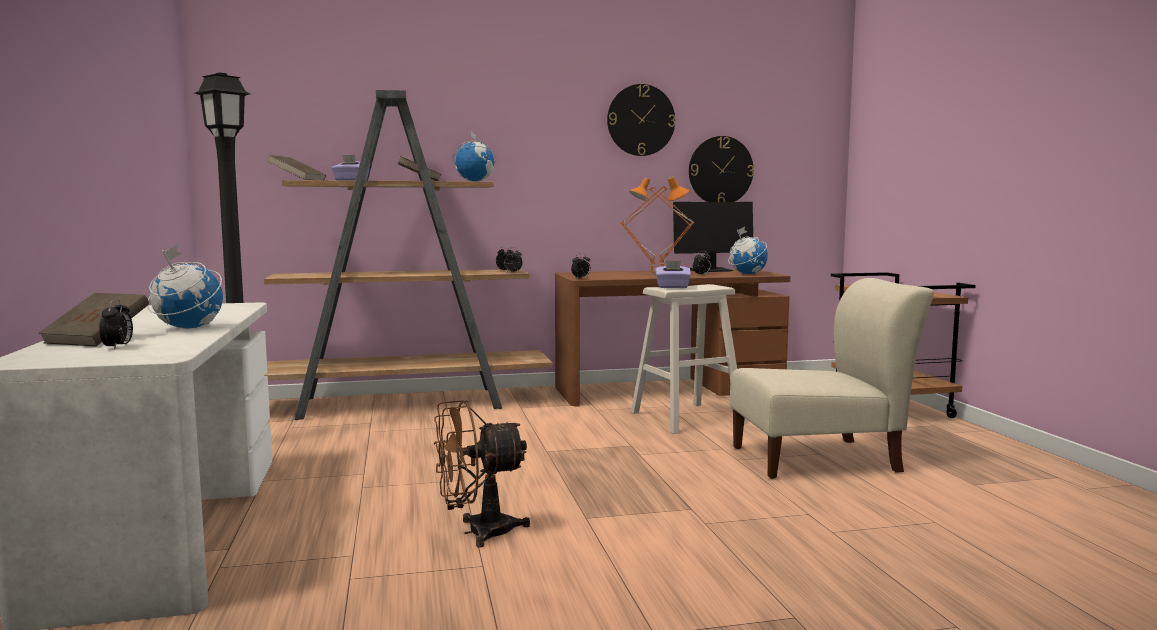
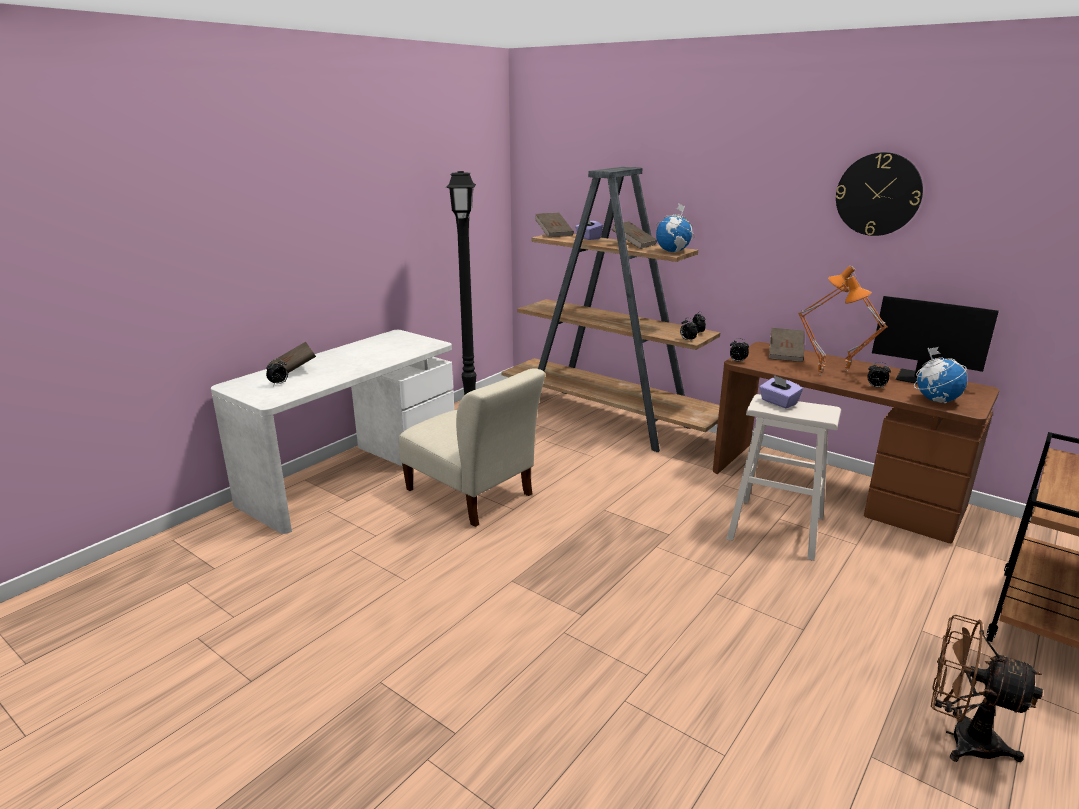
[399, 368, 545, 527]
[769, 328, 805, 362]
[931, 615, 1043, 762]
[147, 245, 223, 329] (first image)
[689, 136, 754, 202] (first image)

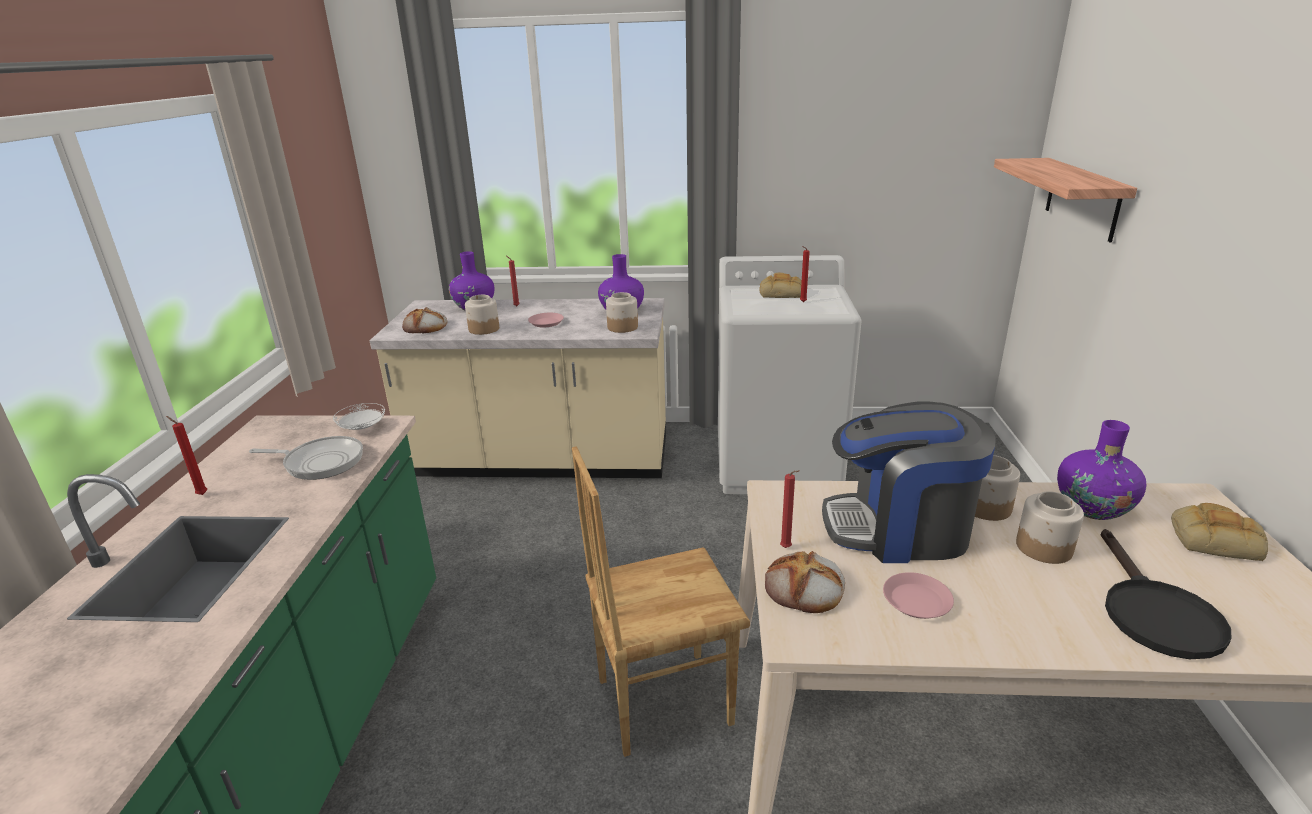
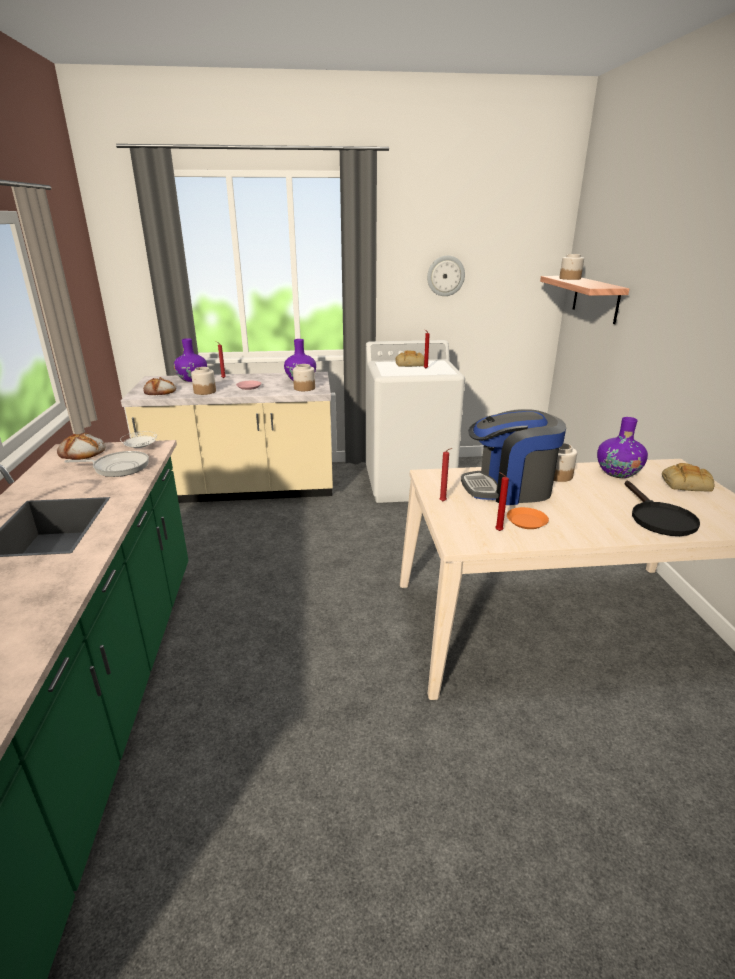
[57, 433, 106, 460]
[427, 256, 465, 296]
[495, 472, 509, 531]
[507, 507, 549, 529]
[559, 254, 584, 280]
[572, 446, 750, 757] (first image)

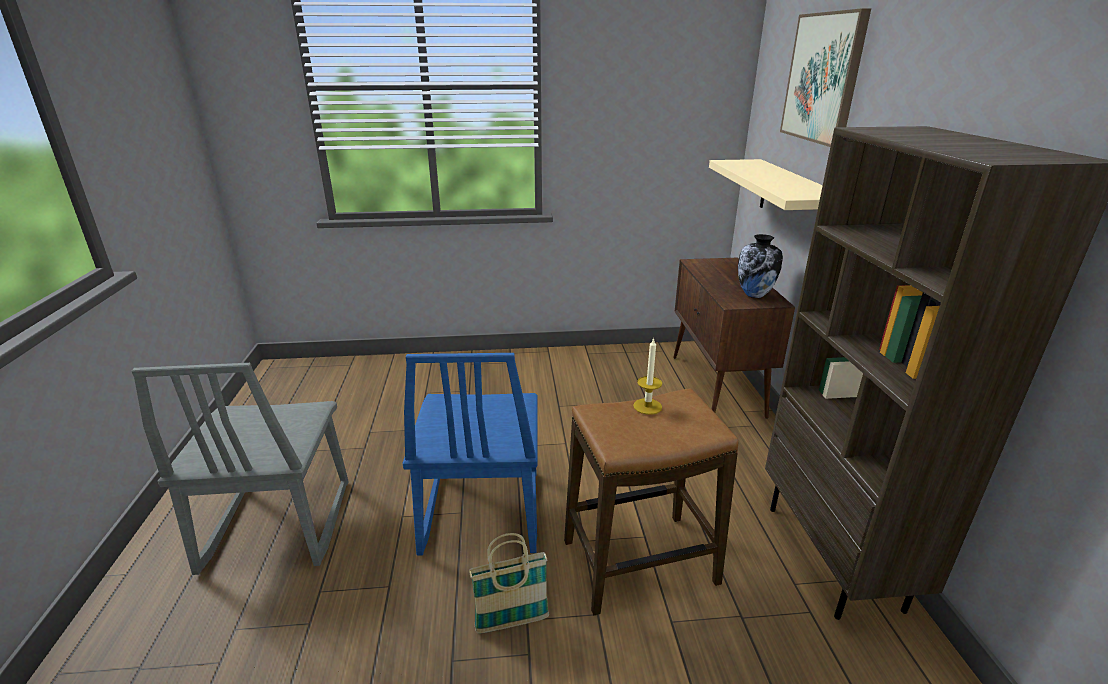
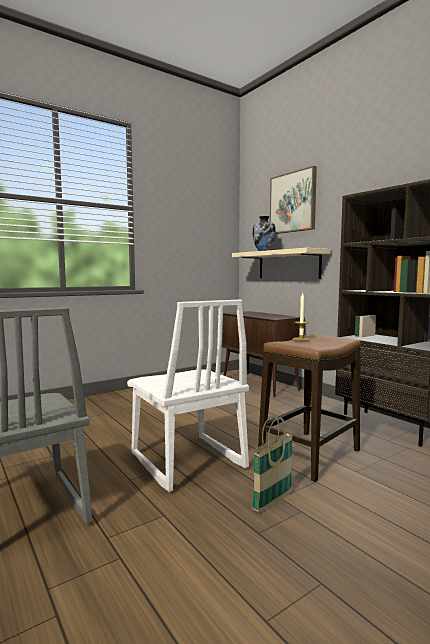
[127, 300, 249, 492]
[253, 216, 276, 251]

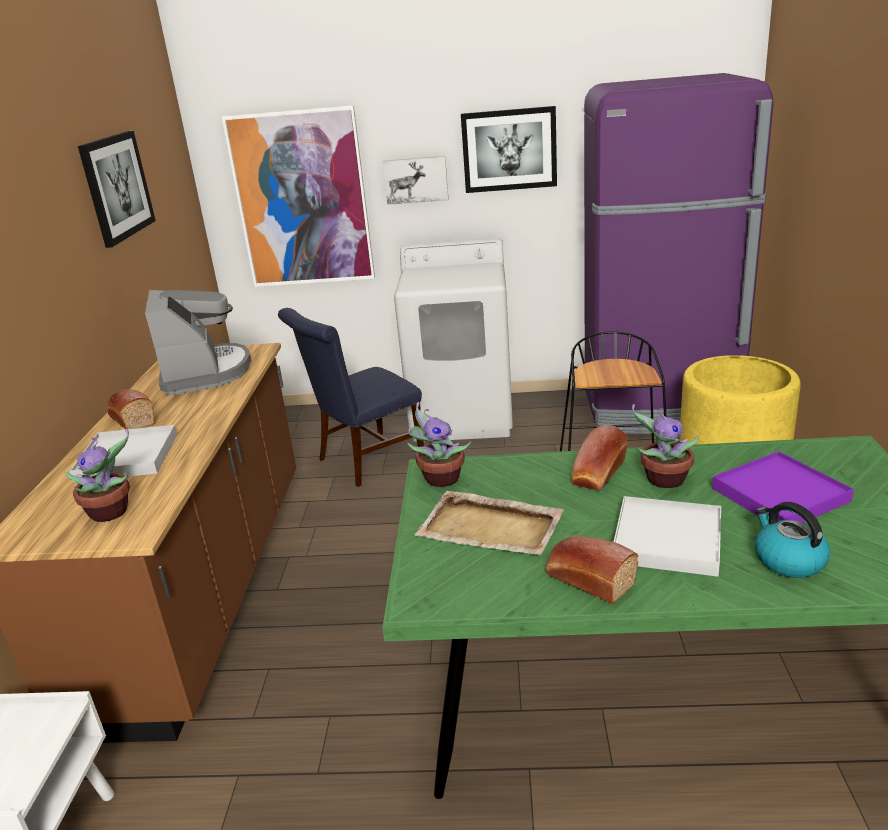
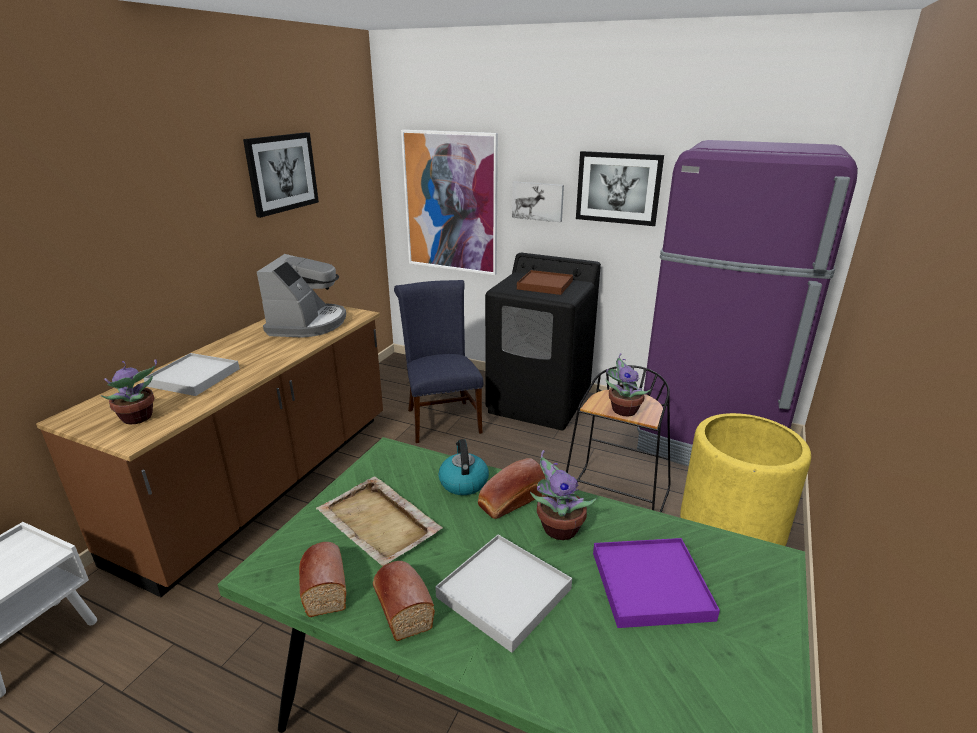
[299, 542, 346, 617]
[394, 280, 483, 443]
[438, 439, 489, 495]
[485, 253, 601, 430]
[517, 270, 573, 295]
[606, 353, 651, 416]

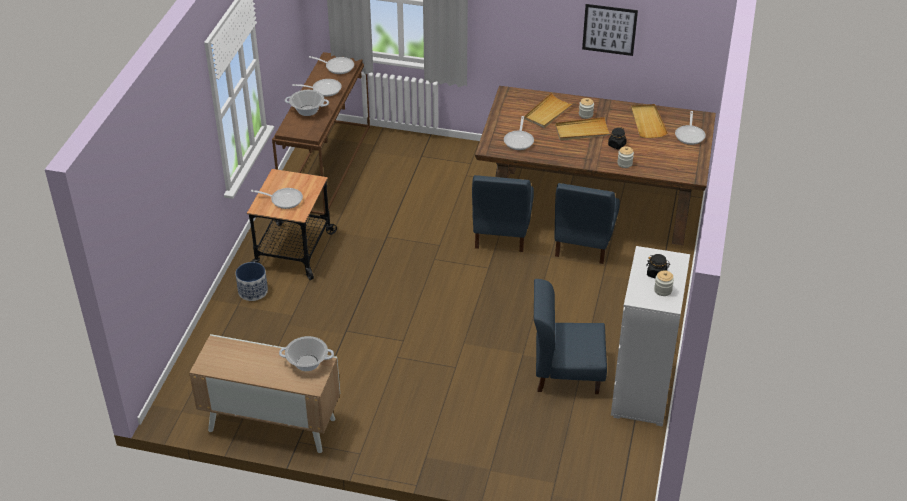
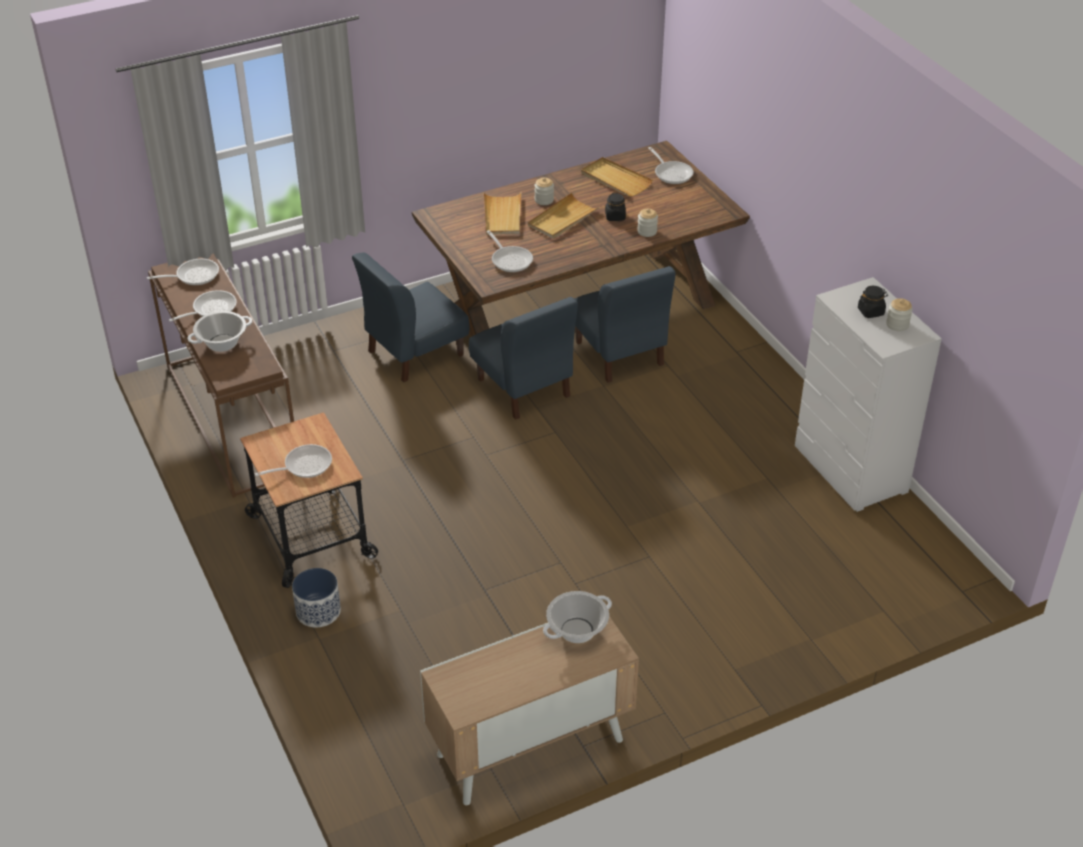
[352, 252, 470, 382]
[582, 4, 638, 56] (first image)

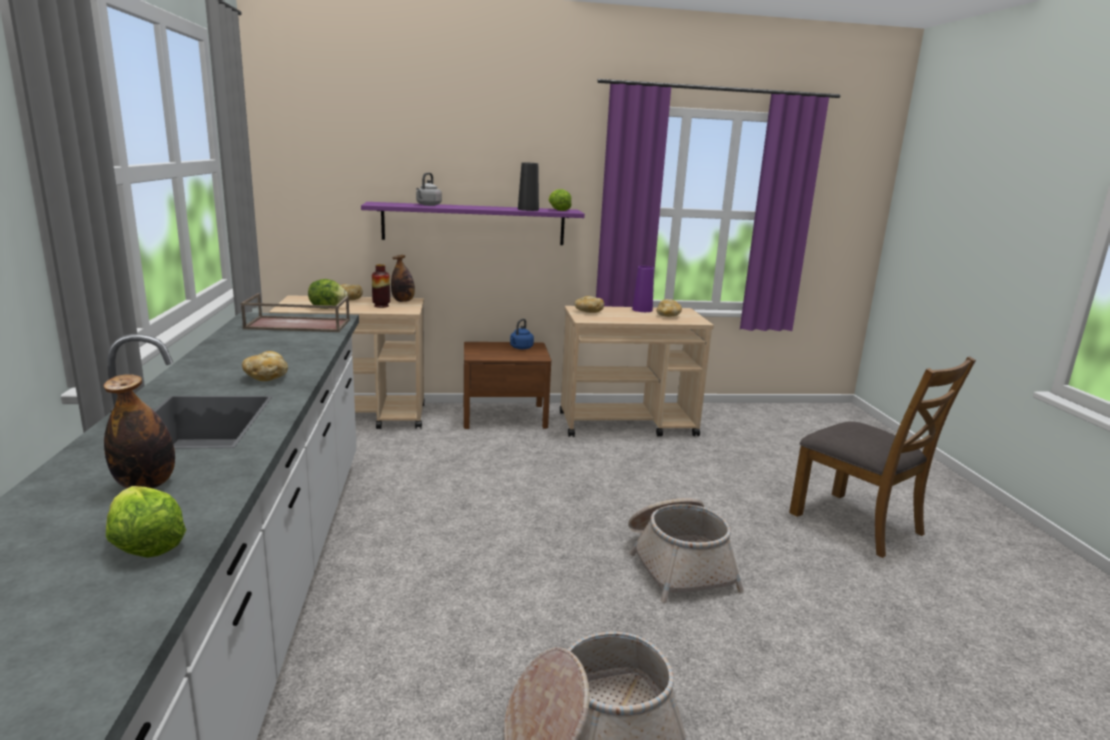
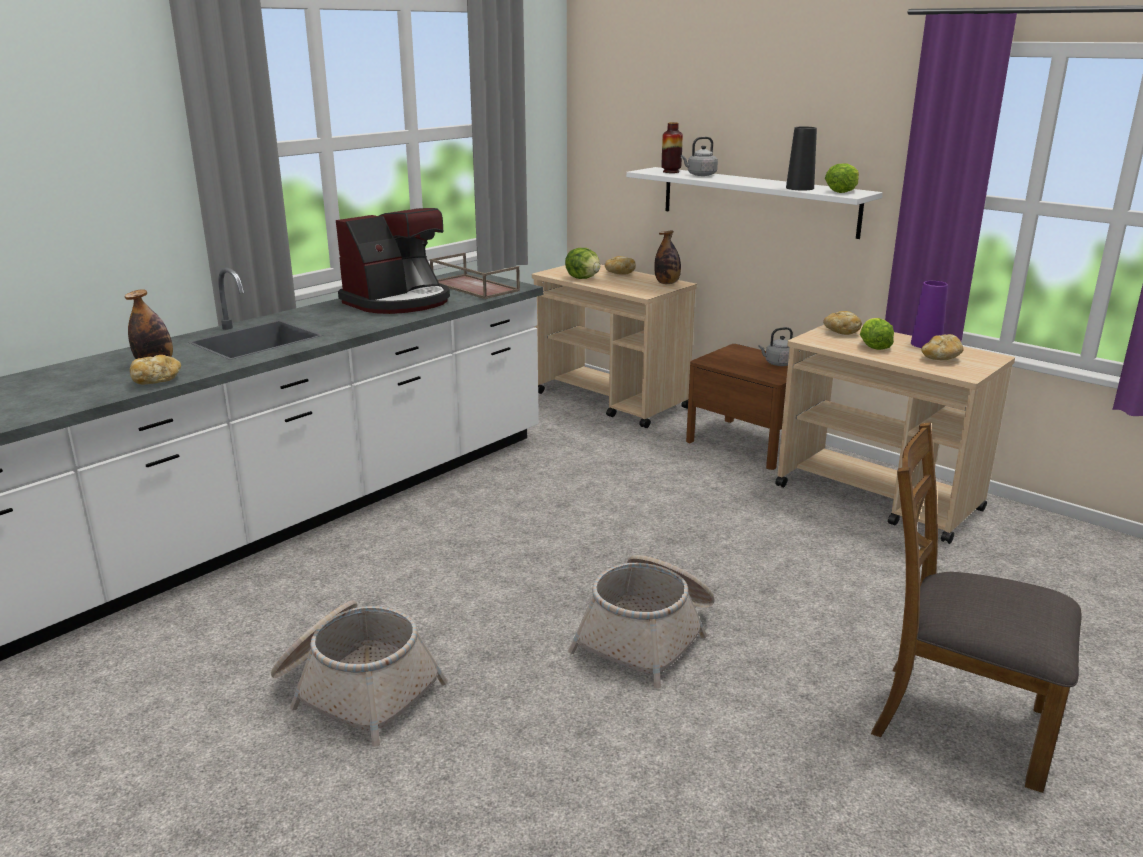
[130, 355, 181, 384]
[336, 208, 450, 314]
[626, 167, 883, 239]
[662, 122, 683, 173]
[758, 327, 793, 366]
[860, 318, 894, 350]
[871, 422, 1082, 793]

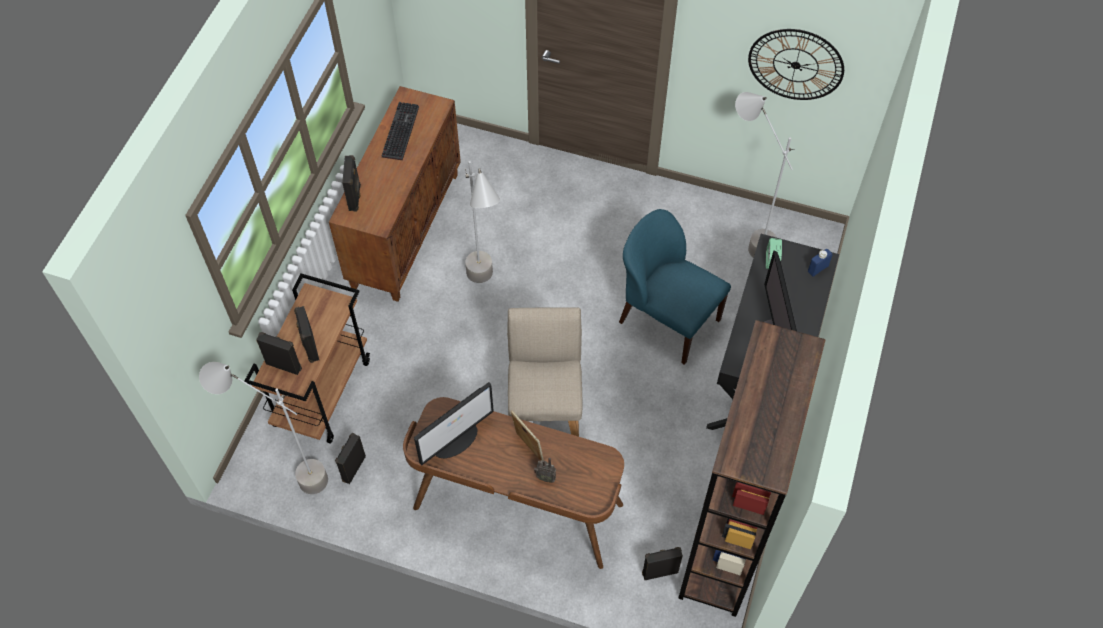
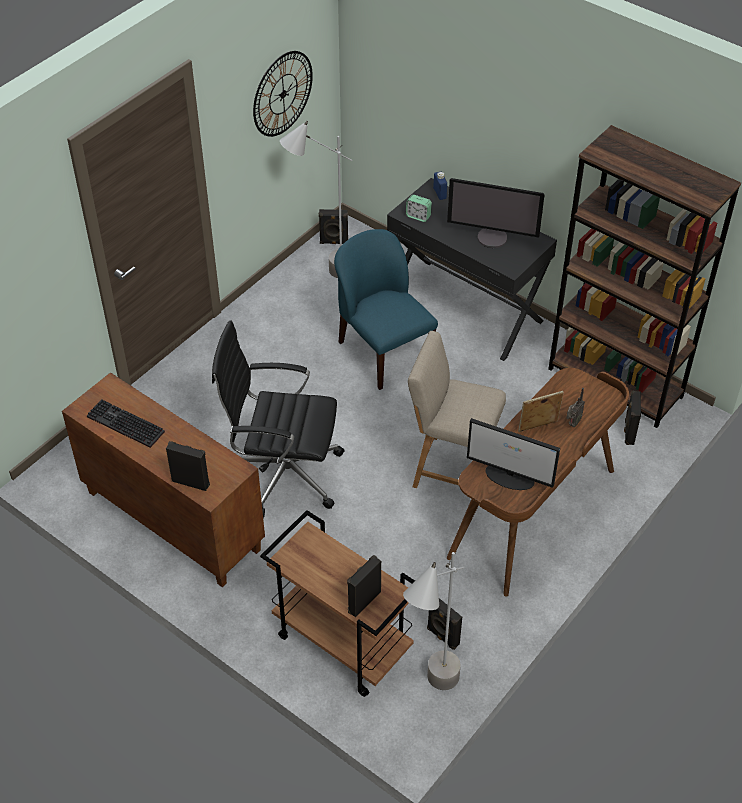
[212, 320, 344, 518]
[319, 209, 348, 244]
[334, 229, 438, 390]
[467, 418, 560, 490]

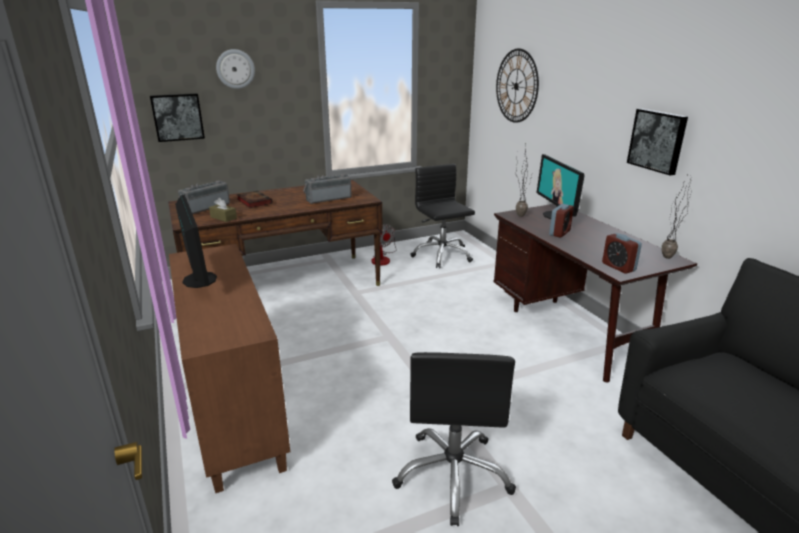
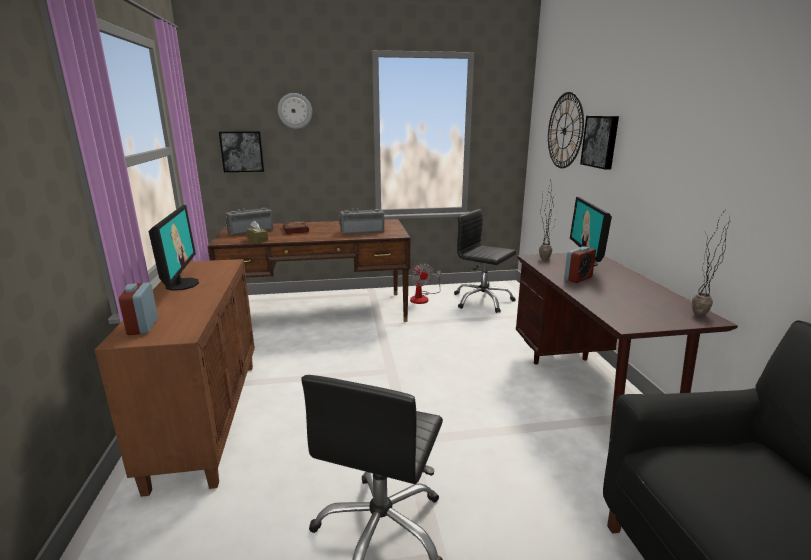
[119, 282, 158, 335]
[454, 209, 516, 313]
[580, 116, 619, 170]

